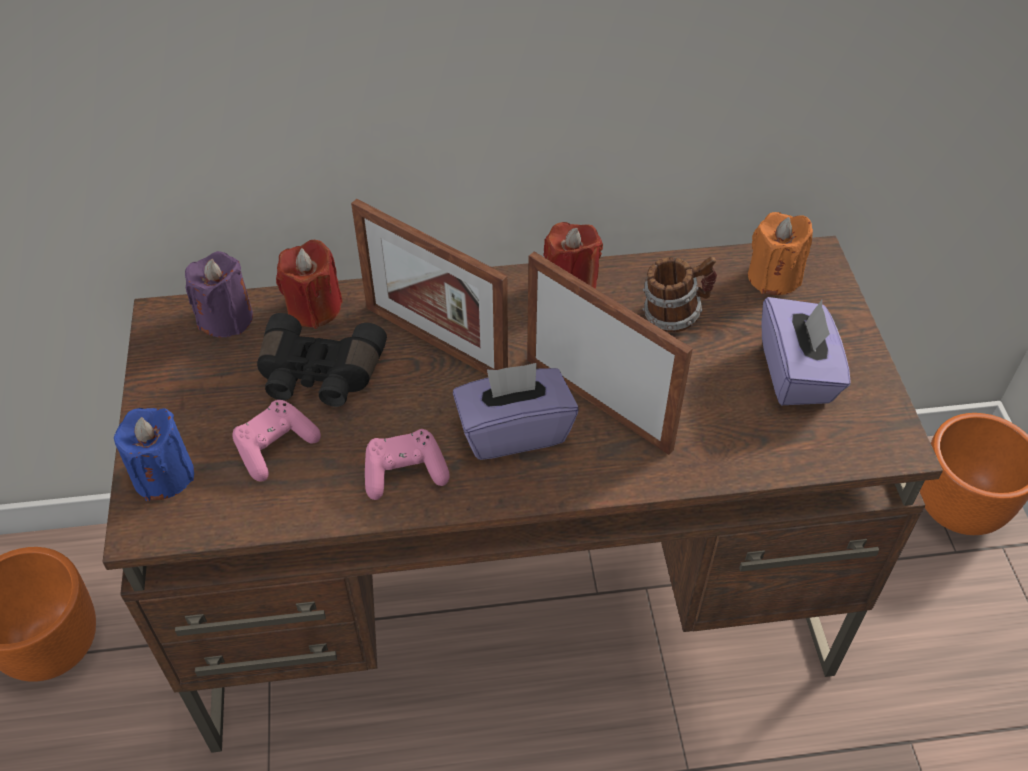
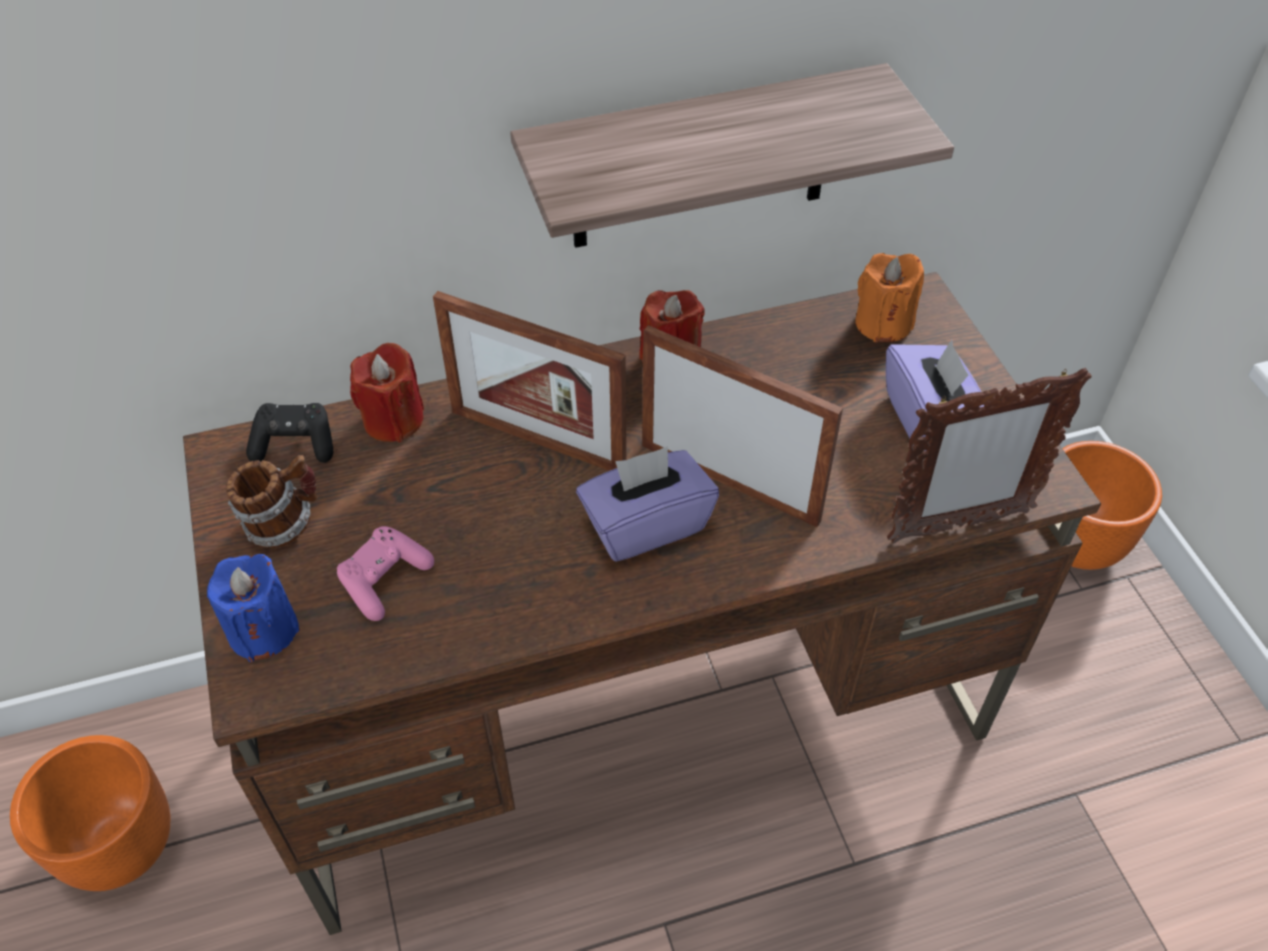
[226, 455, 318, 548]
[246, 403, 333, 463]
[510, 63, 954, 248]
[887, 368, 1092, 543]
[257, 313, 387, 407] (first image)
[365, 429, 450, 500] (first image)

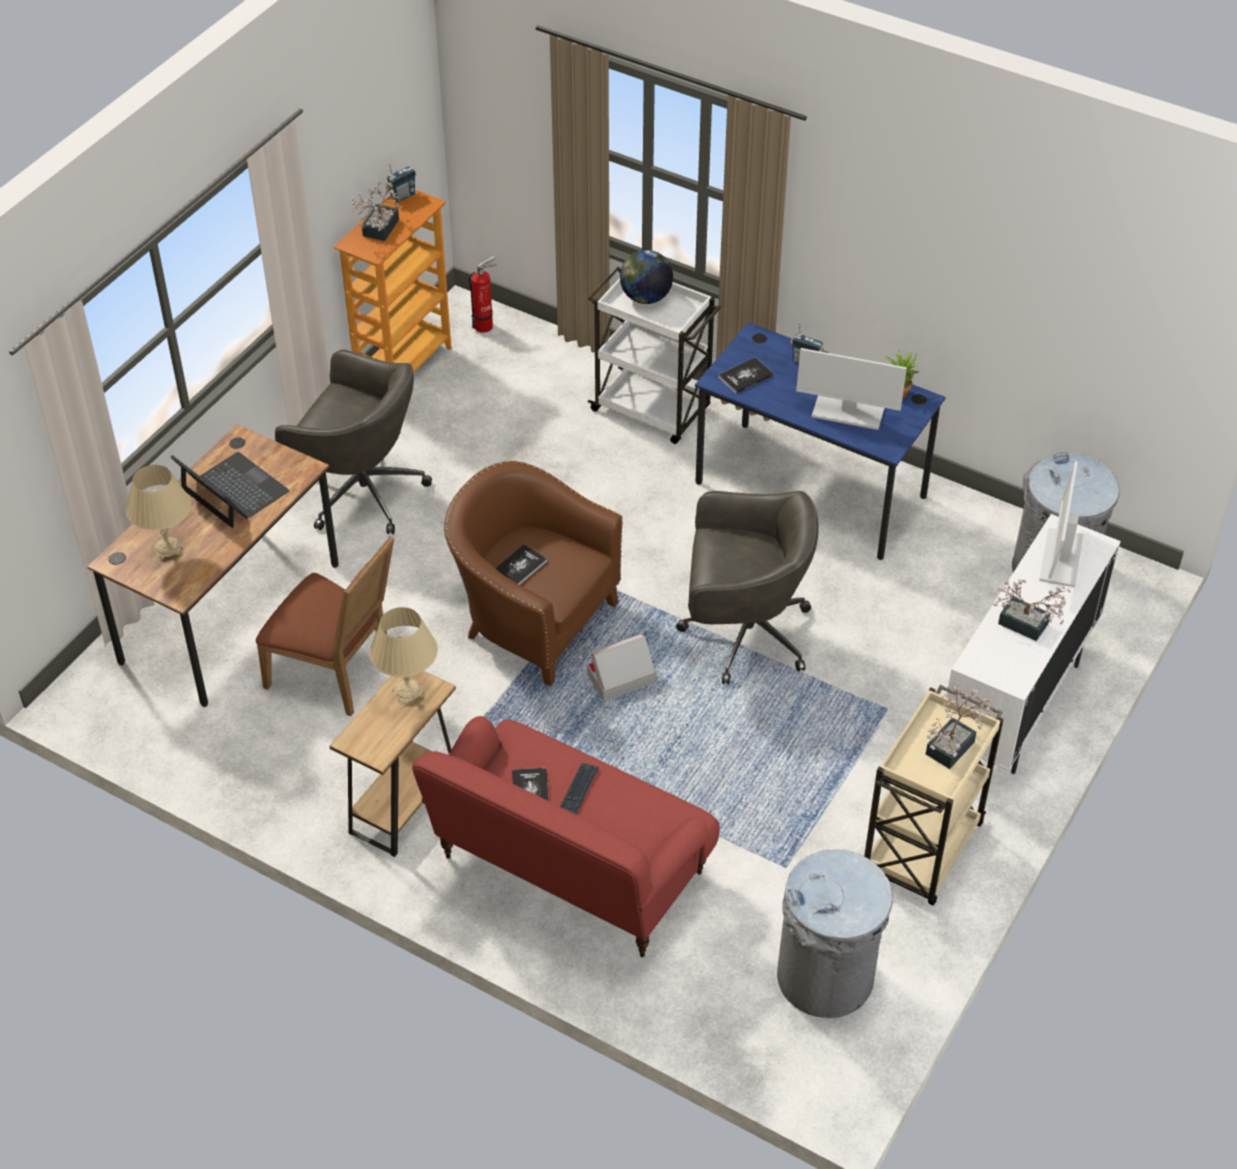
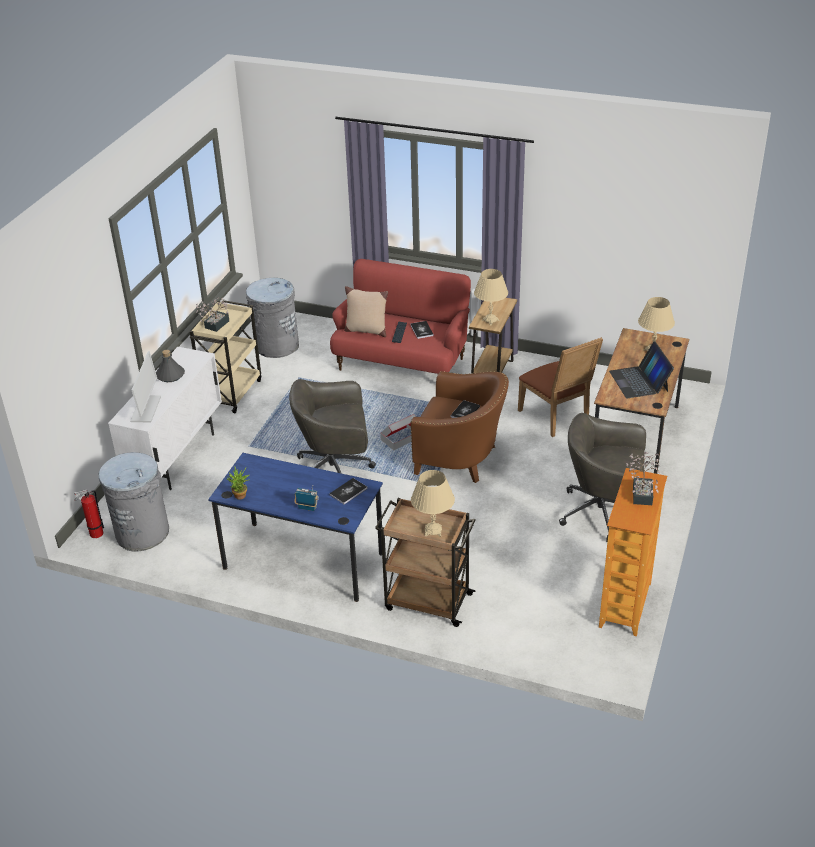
[74, 489, 104, 538]
[156, 350, 185, 382]
[344, 286, 388, 337]
[375, 498, 476, 627]
[411, 470, 455, 536]
[518, 337, 603, 437]
[609, 342, 674, 398]
[386, 163, 416, 203] (first image)
[796, 348, 907, 430] (first image)

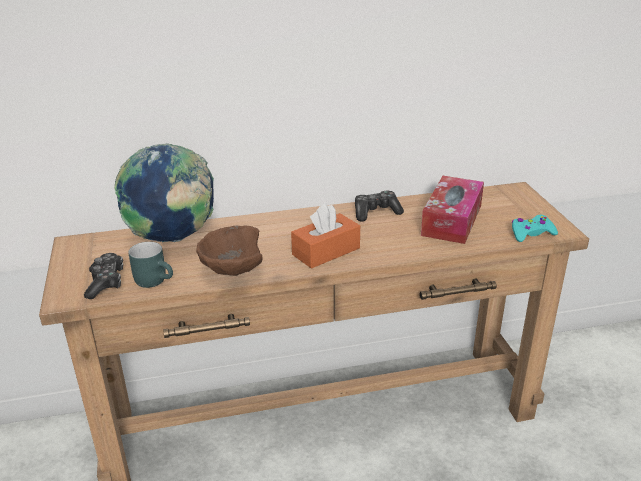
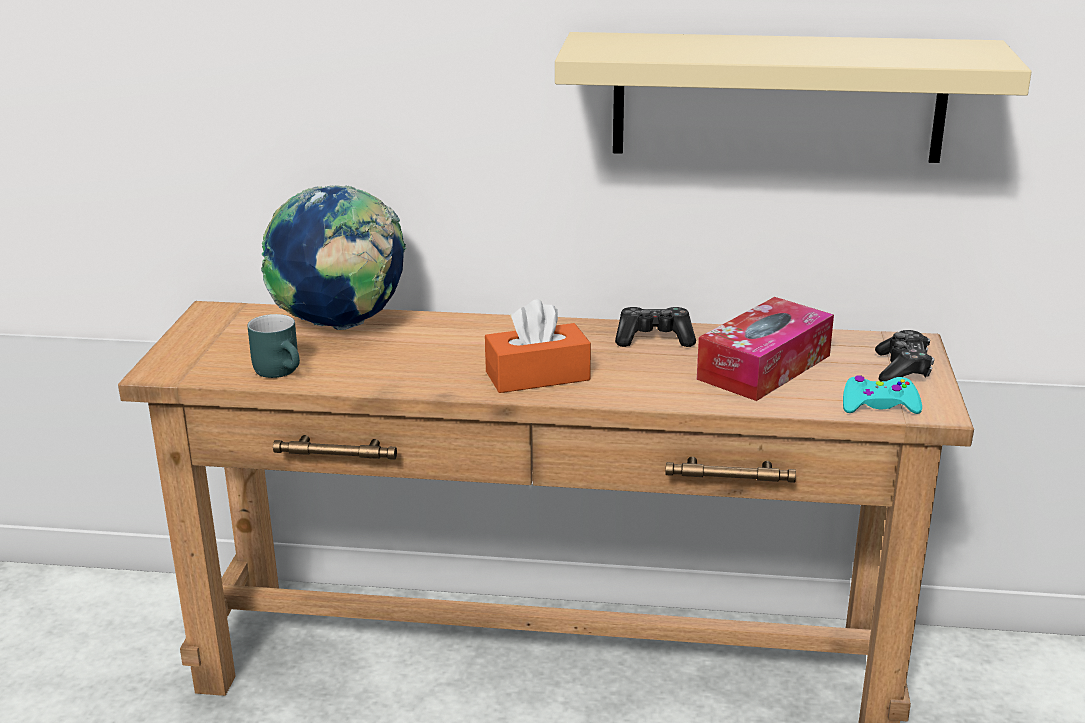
[555, 32, 1032, 163]
[875, 330, 934, 381]
[196, 226, 262, 276] (first image)

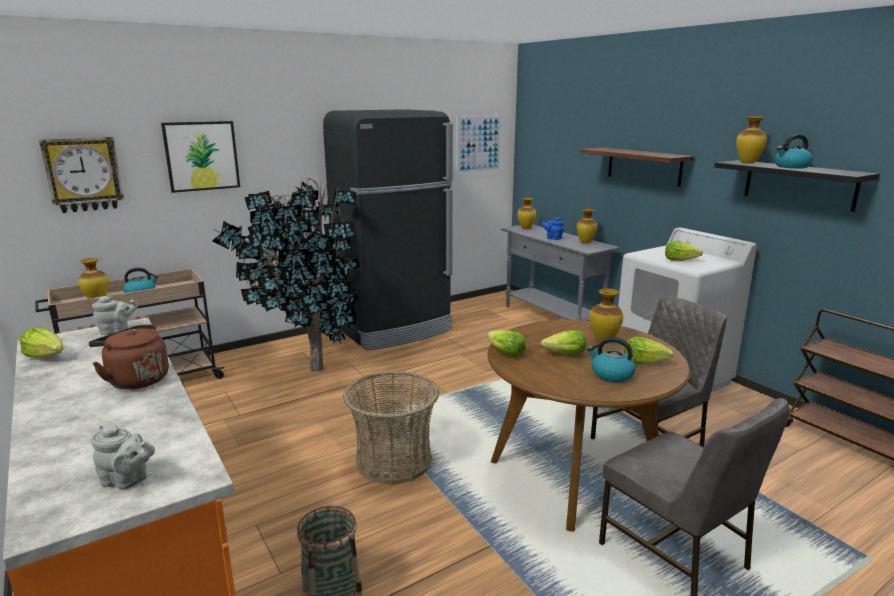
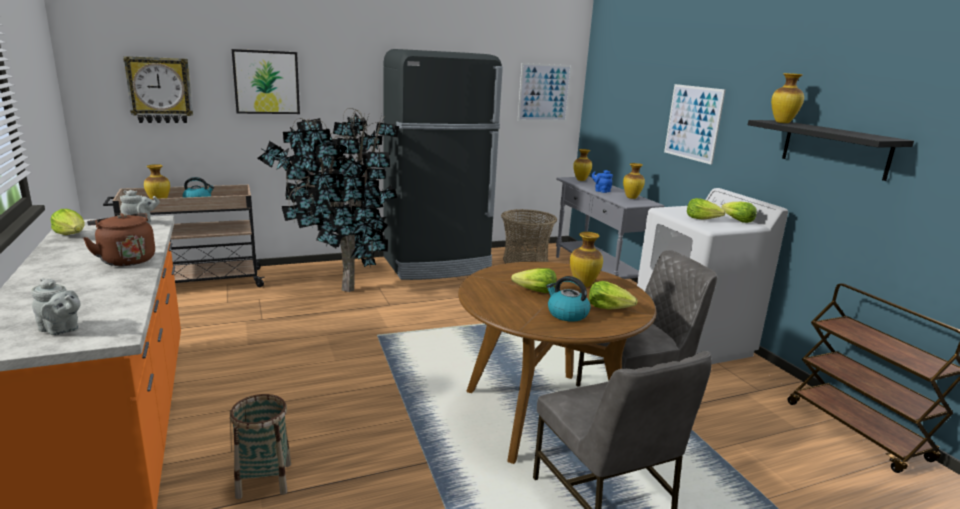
[501, 209, 557, 264]
[664, 84, 726, 165]
[722, 202, 757, 223]
[775, 135, 813, 168] (first image)

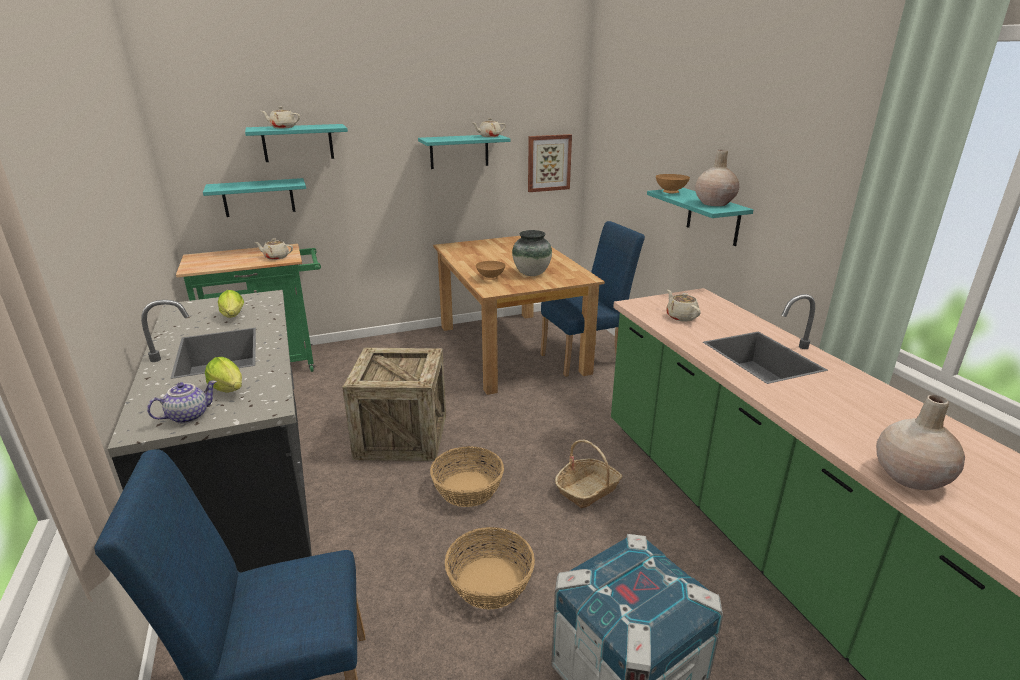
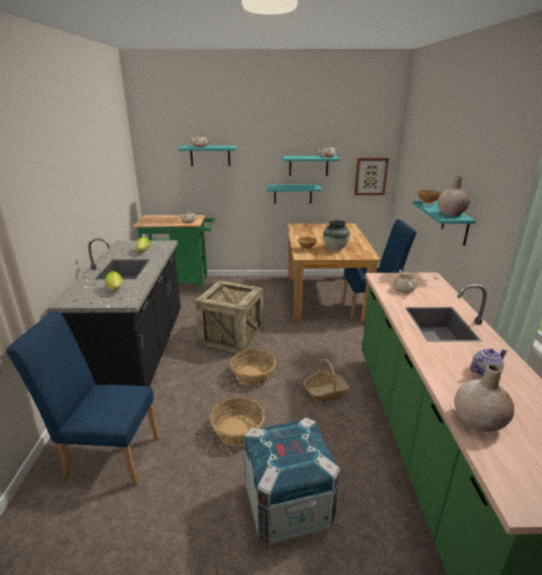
[267, 184, 322, 204]
[470, 349, 507, 376]

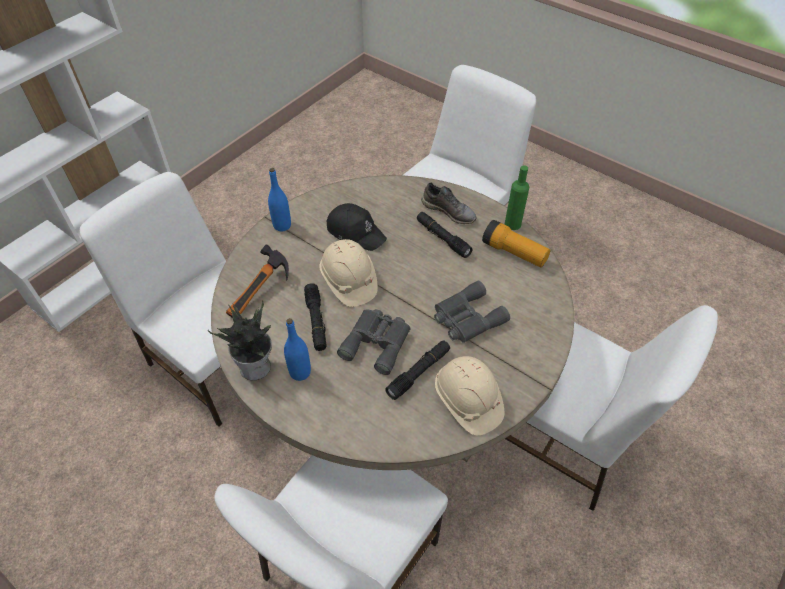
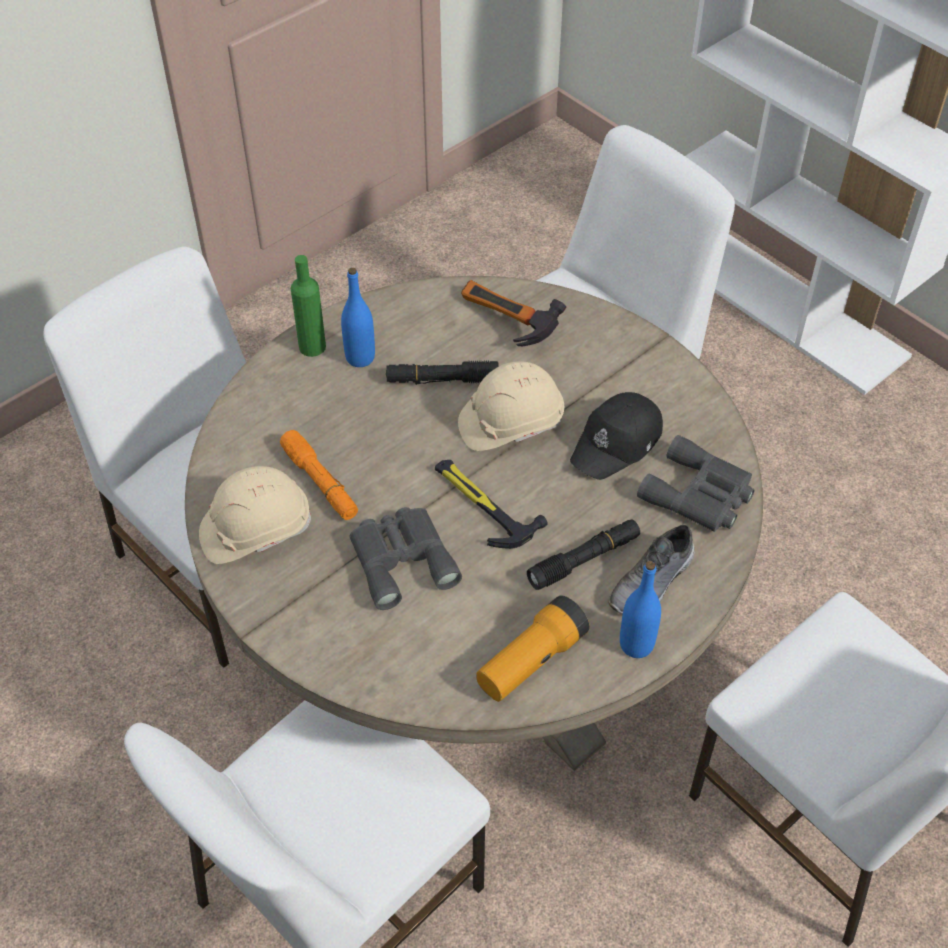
[280, 430, 358, 520]
[291, 255, 326, 357]
[435, 460, 548, 549]
[620, 561, 661, 658]
[637, 435, 755, 532]
[208, 300, 272, 380] (first image)

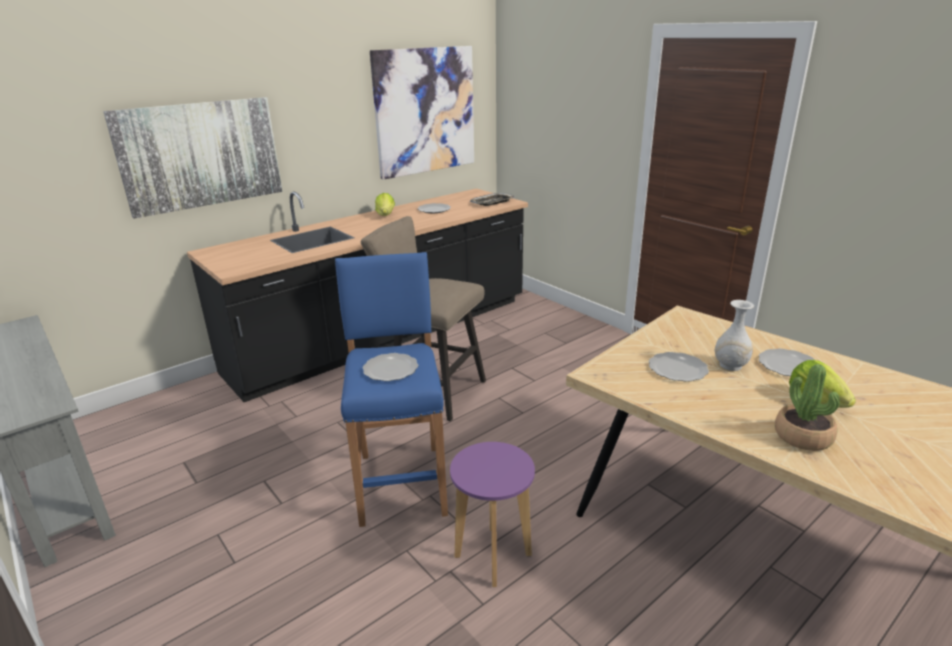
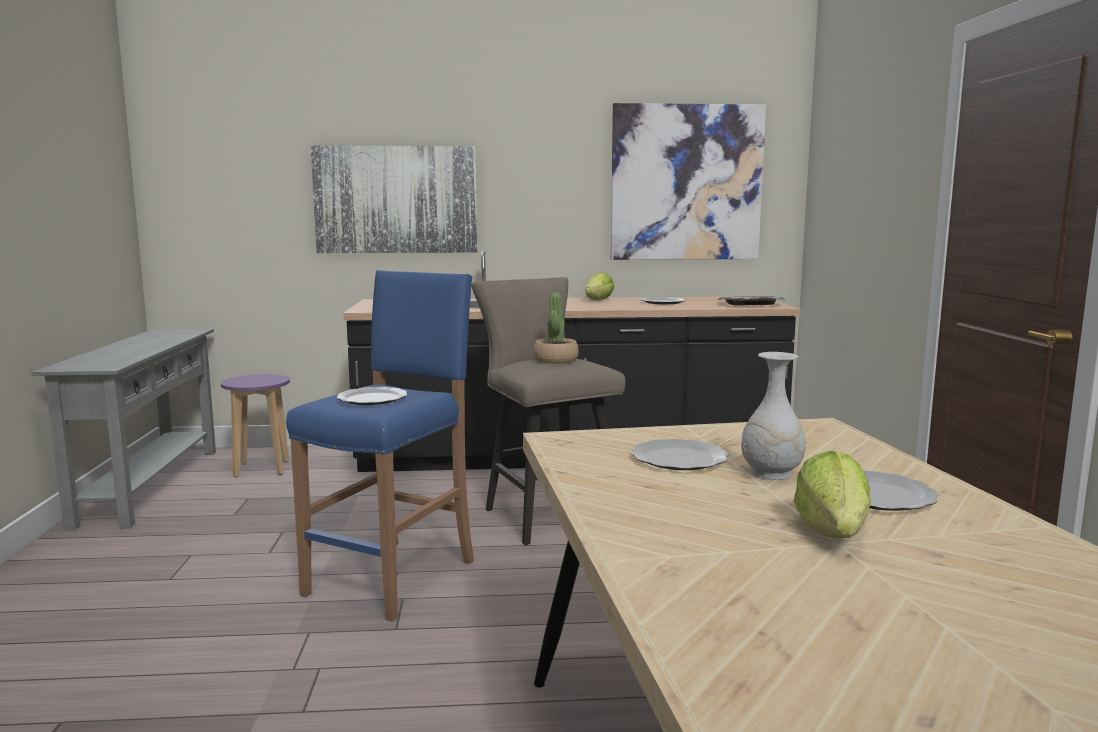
[221, 374, 290, 477]
[533, 293, 579, 364]

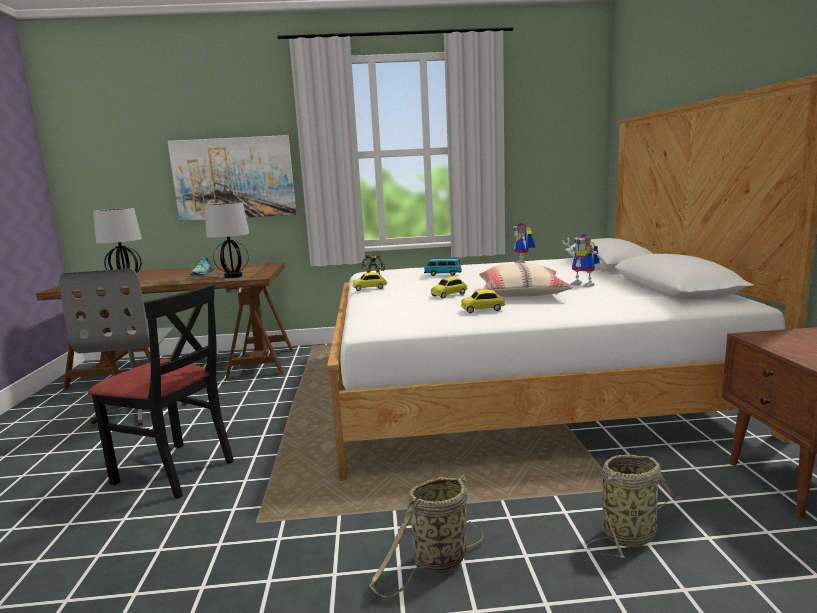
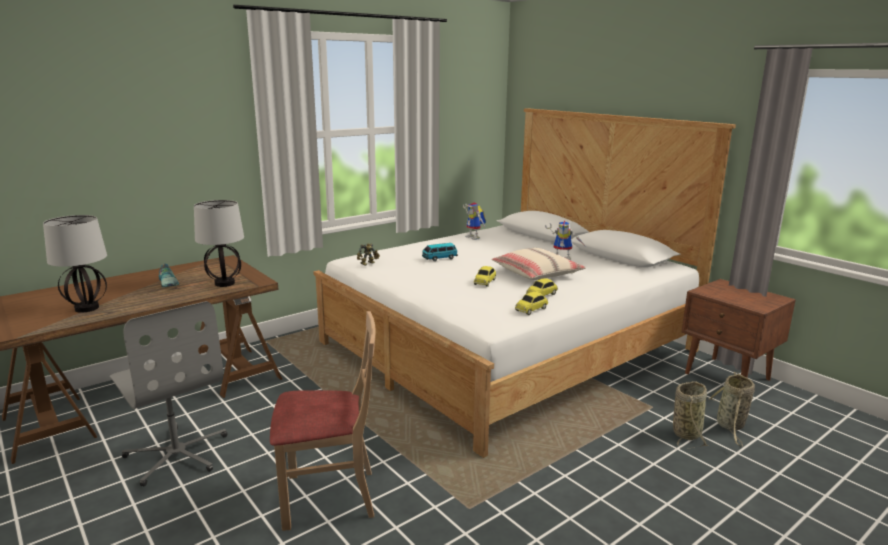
[270, 311, 376, 531]
[515, 292, 548, 315]
[709, 372, 755, 447]
[168, 135, 296, 221] (first image)

